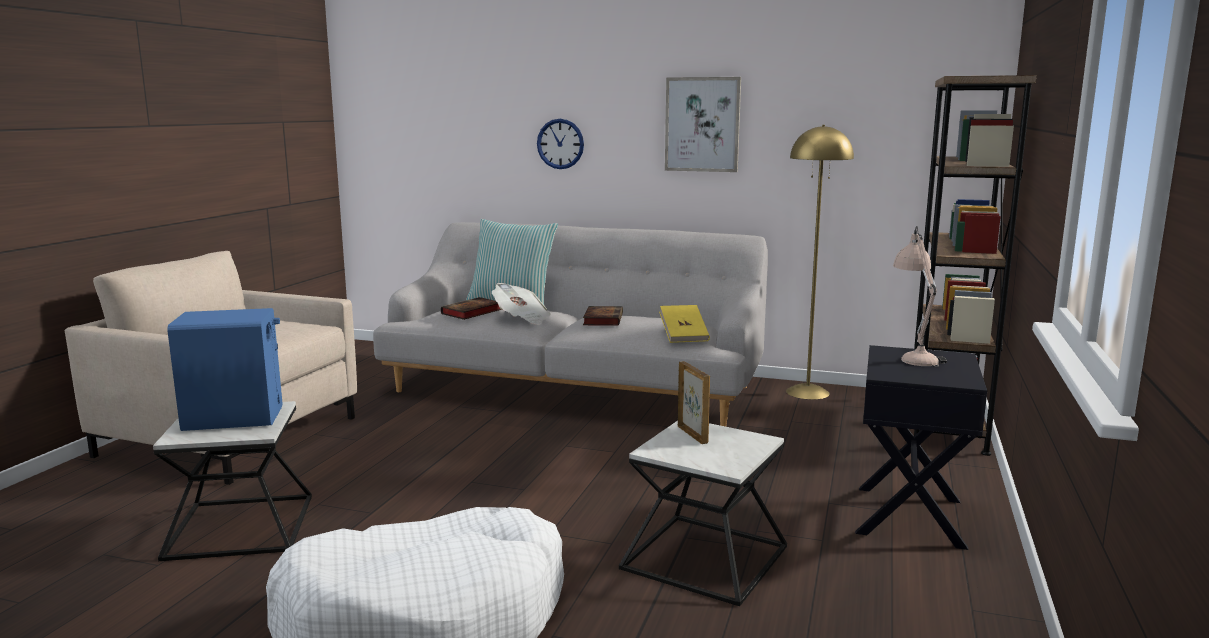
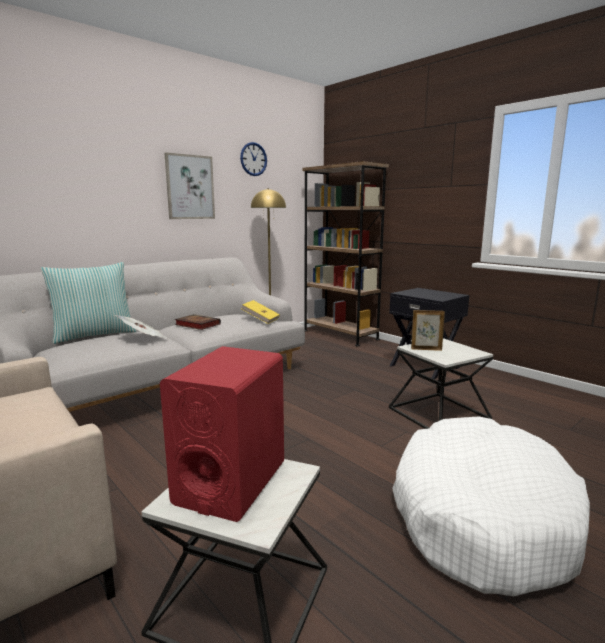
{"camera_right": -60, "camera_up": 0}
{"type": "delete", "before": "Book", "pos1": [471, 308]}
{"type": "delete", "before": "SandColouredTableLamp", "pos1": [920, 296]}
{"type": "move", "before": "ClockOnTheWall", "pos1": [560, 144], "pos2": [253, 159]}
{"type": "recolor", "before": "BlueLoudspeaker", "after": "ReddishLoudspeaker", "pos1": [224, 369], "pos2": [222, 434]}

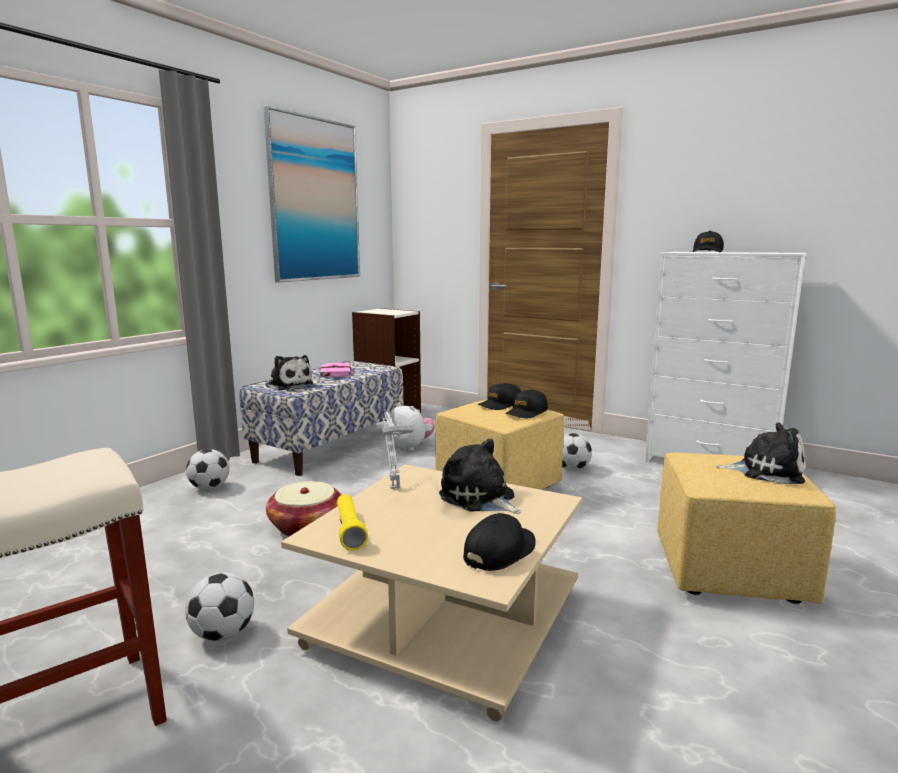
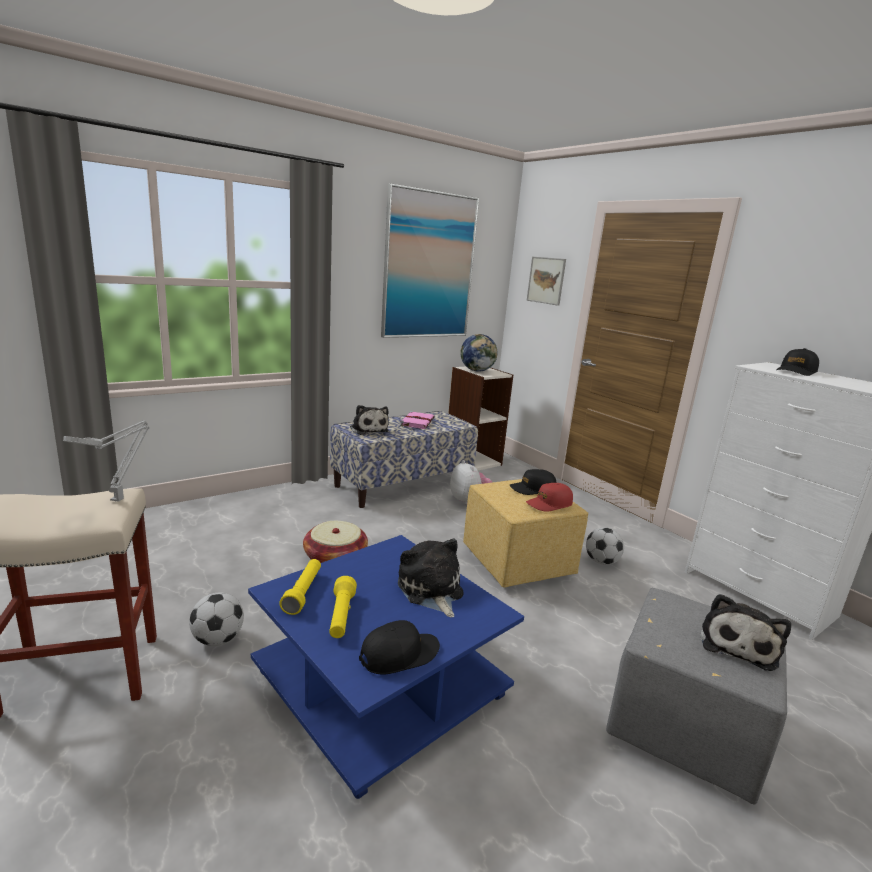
{"camera_right": 20, "camera_up": 5}
{"type": "delete", "before": "FootballBall", "pos1": [207, 469]}
{"type": "insert", "after": "YellowishTorch", "pos2": [343, 607]}
{"type": "insert", "after": "WorldGlobe", "pos2": [479, 353]}
{"type": "insert", "after": "WallArt", "pos2": [546, 281]}
{"type": "move", "before": "GreyTableLamp", "pos1": [397, 450], "pos2": [106, 461]}
{"type": "recolor", "before": "SandColouredLowTable", "after": "BlueLowTable", "pos1": [431, 592], "pos2": [386, 667]}
{"type": "recolor", "before": "BlackColouredCap", "after": "ReddishCap", "pos1": [526, 403], "pos2": [549, 497]}
{"type": "recolor", "before": "YellowishFootrest", "after": "GreyFootrest", "pos1": [746, 528], "pos2": [696, 696]}
{"type": "rotate", "before": "PlushToy", "pos1": [761, 453], "pos2": [745, 632], "turn": 75}

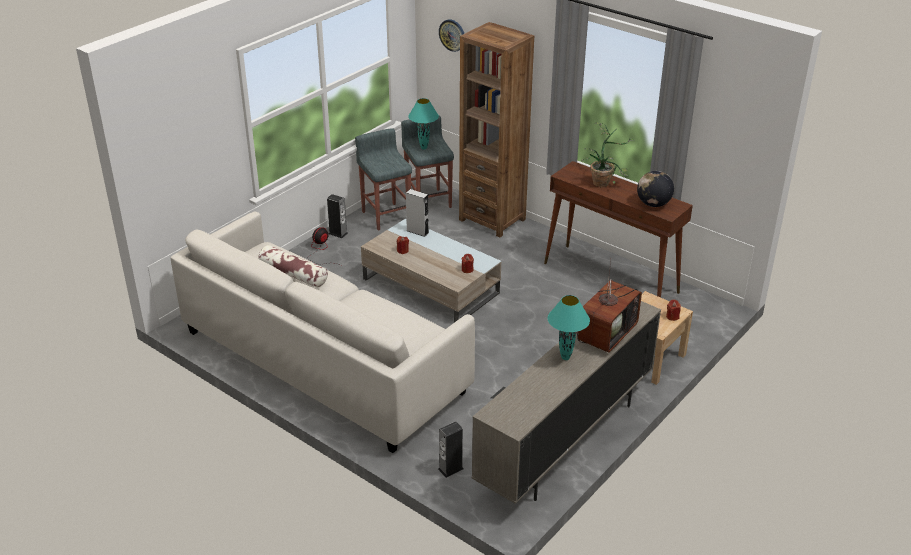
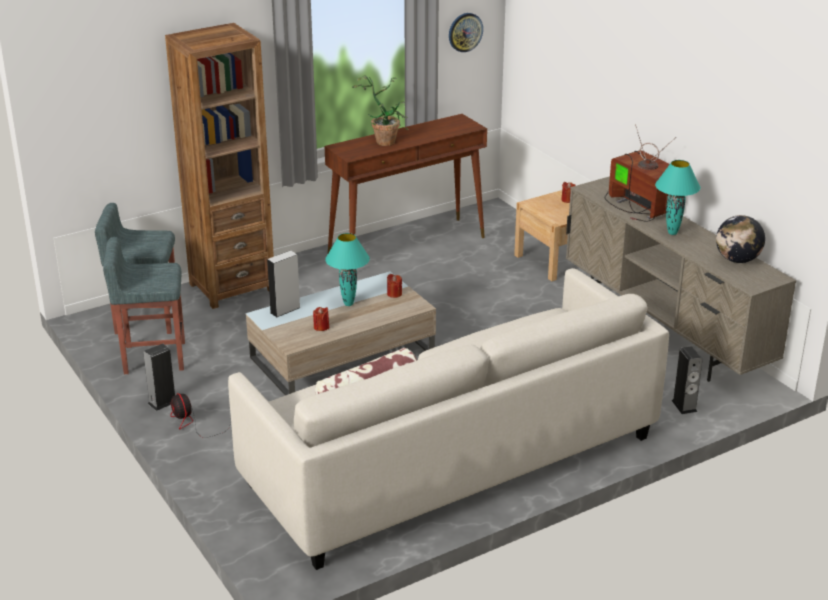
{"camera_right": -70, "camera_up": -5}
{"type": "move", "before": "TurquoiseColouredTableLamp", "pos1": [423, 123], "pos2": [347, 269]}
{"type": "move", "before": "ClockOnTheWall", "pos1": [451, 35], "pos2": [466, 32]}
{"type": "move", "before": "WorldGlobe", "pos1": [655, 189], "pos2": [740, 239]}

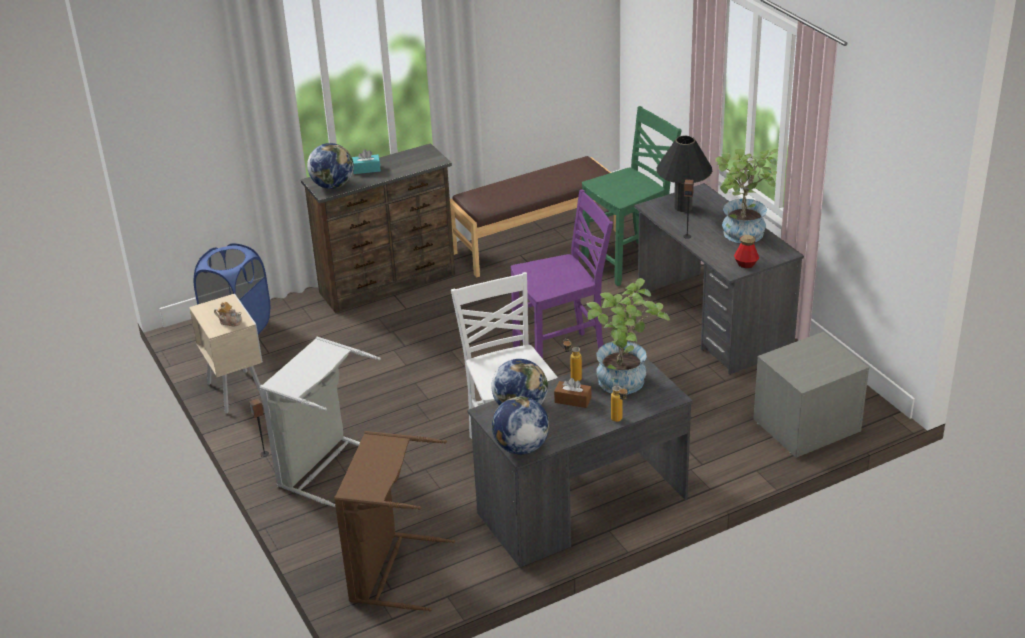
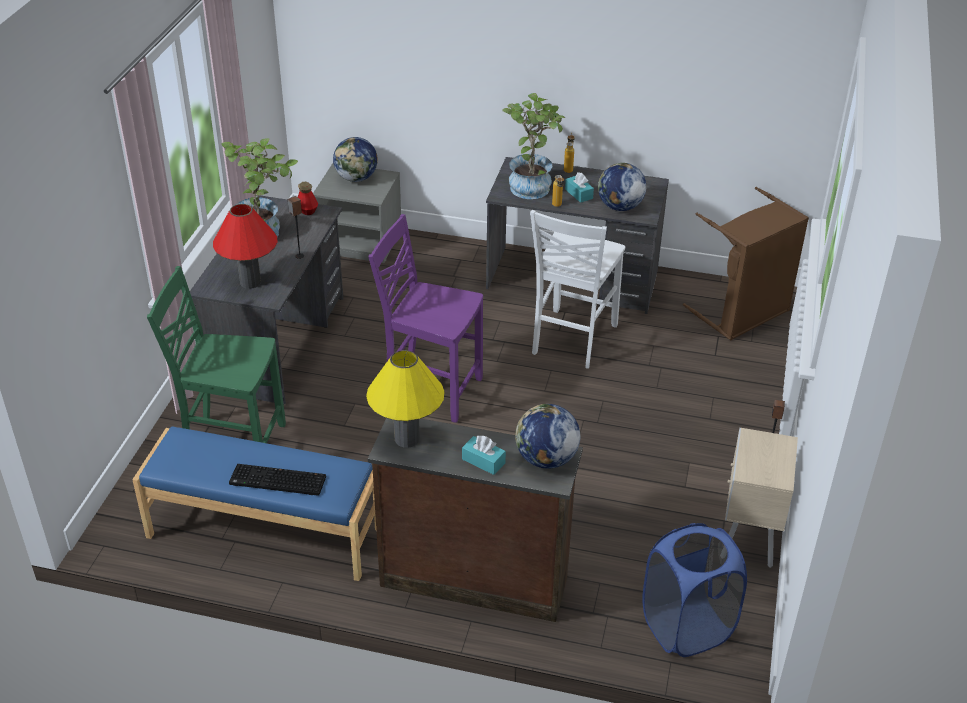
{"camera_right": -140, "camera_up": 5}
{"type": "delete", "before": "TeaPot", "pos1": [228, 314]}
{"type": "delete", "before": "GreyLaundryBasket", "pos1": [320, 422]}
{"type": "insert", "after": "ComputerKeyboard", "pos2": [277, 480]}
{"type": "insert", "after": "YellowishTableLamp", "pos2": [405, 399]}
{"type": "move", "before": "WorldGlobe", "pos1": [520, 425], "pos2": [355, 159]}
{"type": "recolor", "before": "BrownColouredBench", "after": "BlueBench", "pos1": [533, 217], "pos2": [254, 503]}
{"type": "recolor", "before": "BrownColouredTissueHolder", "after": "TurquoiseColouredTissueHolder", "pos1": [572, 393], "pos2": [579, 187]}
{"type": "recolor", "before": "BlackColouredTableLamp", "after": "ReddishTableLamp", "pos1": [684, 174], "pos2": [245, 246]}

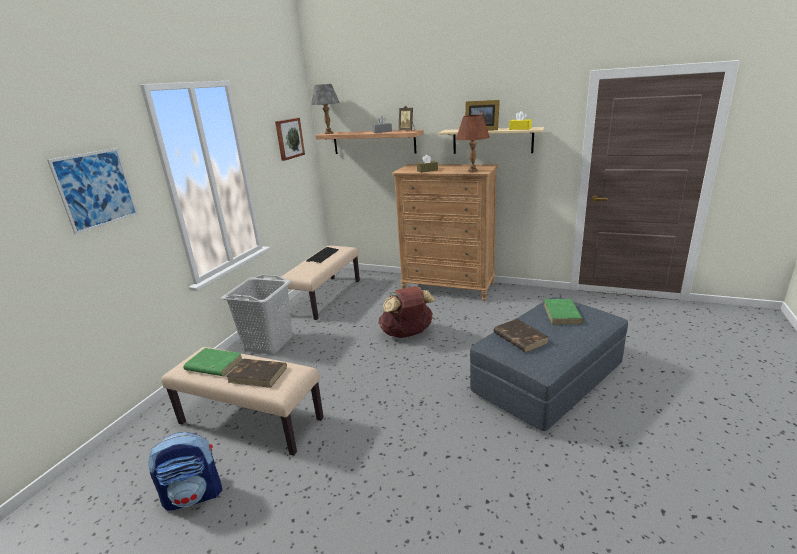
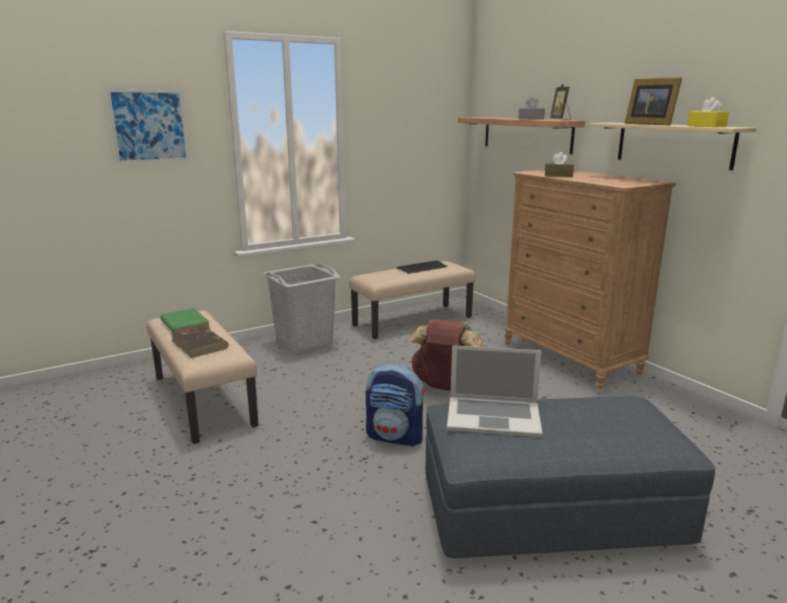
{"camera_right": 35, "camera_up": -5}
{"type": "delete", "before": "WallArt", "pos1": [290, 139]}
{"type": "delete", "before": "GreyTableLamp", "pos1": [325, 109]}
{"type": "delete", "before": "BrownColouredTableLamp", "pos1": [473, 143]}
{"type": "delete", "before": "GreenColouredBook", "pos1": [563, 312]}
{"type": "move", "before": "Backpack", "pos1": [185, 471], "pos2": [396, 405]}
{"type": "replace", "before": "BrownColouredBook", "after": "PortableComputer", "pos1": [520, 335], "pos2": [495, 391]}

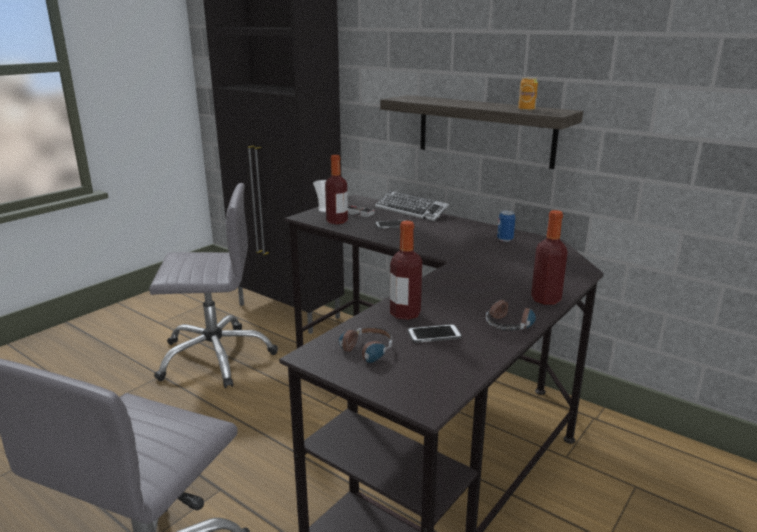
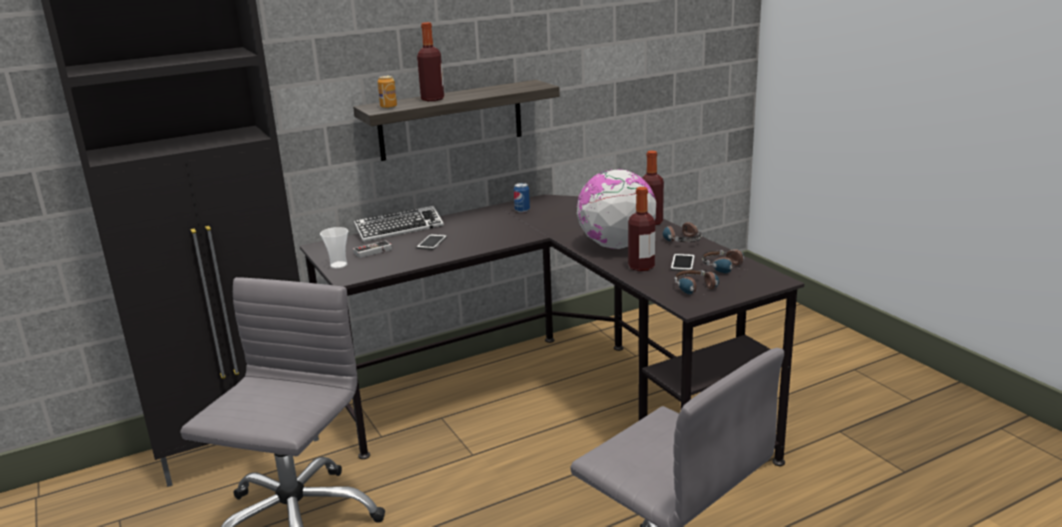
{"camera_right": -65, "camera_up": 0}
{"type": "insert", "after": "WorldGlobe", "pos2": [616, 209]}
{"type": "insert", "after": "PairOfHeadphones", "pos2": [723, 261]}
{"type": "move", "before": "Bottle", "pos1": [336, 189], "pos2": [430, 61]}
{"type": "move", "before": "SealedCan", "pos1": [528, 94], "pos2": [387, 92]}

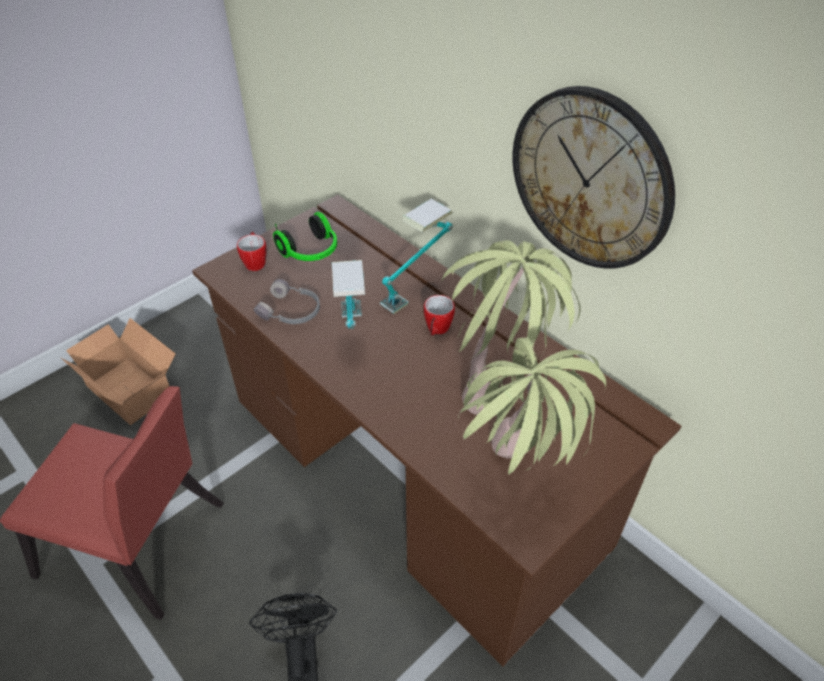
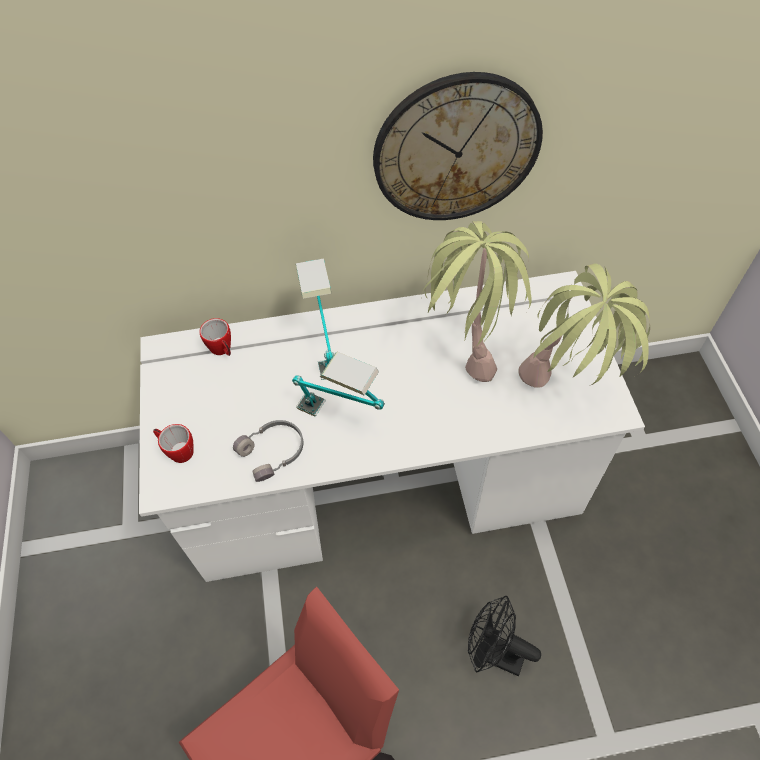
{"camera_right": -55, "camera_up": 10}
{"type": "delete", "before": "CardboardBox", "pos1": [118, 371]}
{"type": "delete", "before": "PairOfHeadphones", "pos1": [305, 236]}
{"type": "move", "before": "TeaMug", "pos1": [439, 315], "pos2": [215, 337]}
{"type": "recolor", "before": "BrownColouredDeskUnit", "after": "WhiteDeskUnit", "pos1": [436, 431], "pos2": [392, 426]}

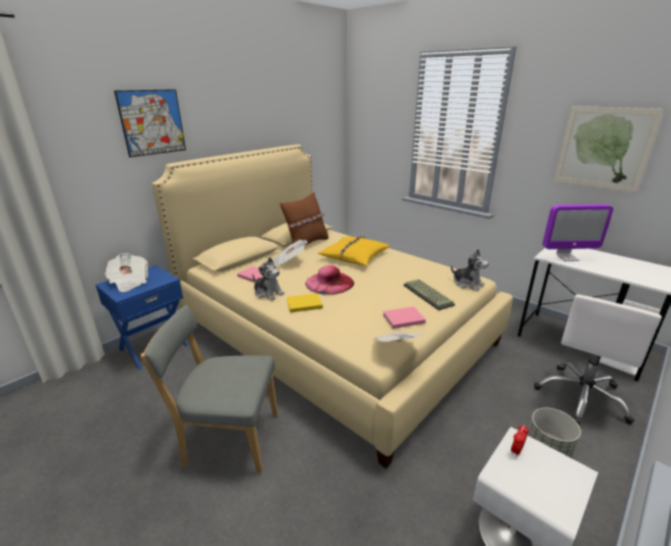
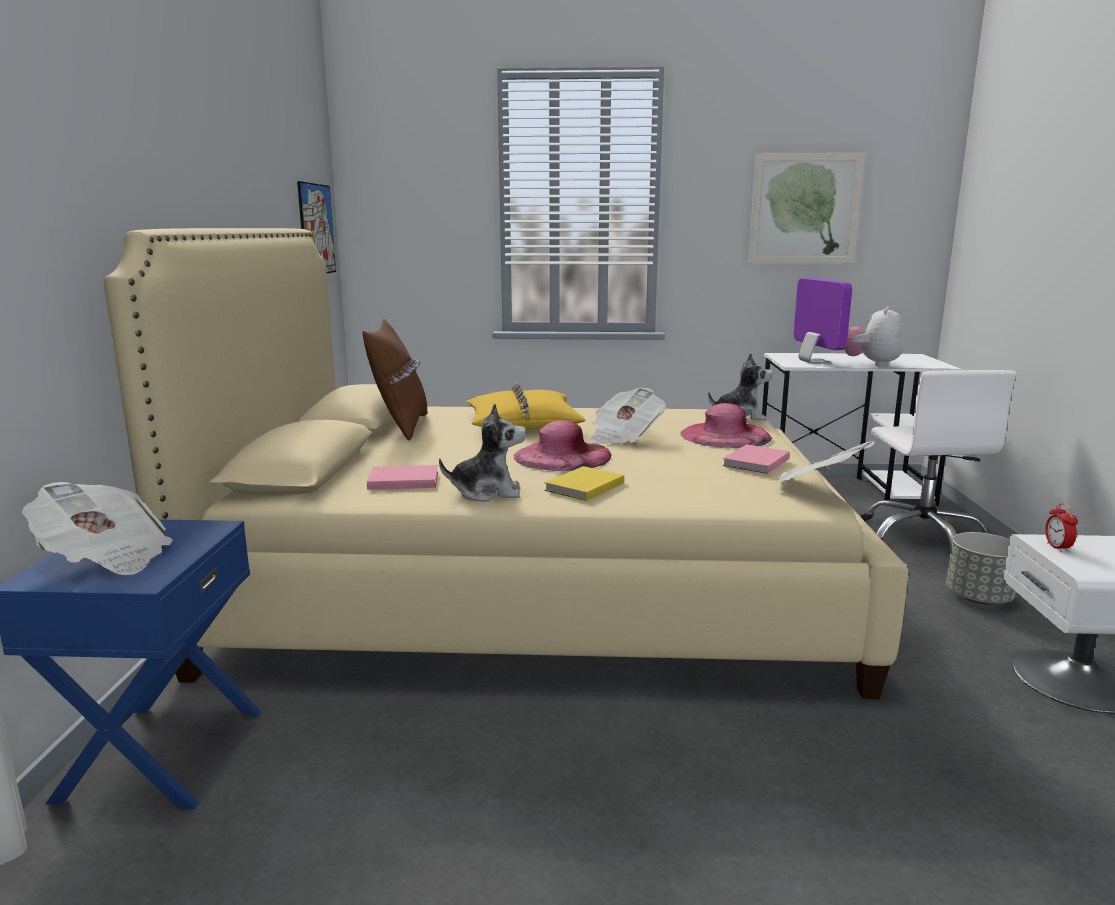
{"camera_right": -40, "camera_up": -10}
{"type": "delete", "before": "GreyUprightChair", "pos1": [209, 389]}
{"type": "insert", "after": "PlushToy", "pos2": [874, 336]}
{"type": "move", "before": "WallArt", "pos1": [150, 123], "pos2": [316, 227]}
{"type": "move", "before": "Newspaper", "pos1": [289, 253], "pos2": [628, 416]}
{"type": "replace", "before": "ComputerKeyboard", "after": "PinkColouredHat", "pos1": [429, 294], "pos2": [726, 425]}
{"type": "rotate", "before": "ComputerScreen", "pos1": [577, 232], "pos2": [823, 321], "turn": -60}

